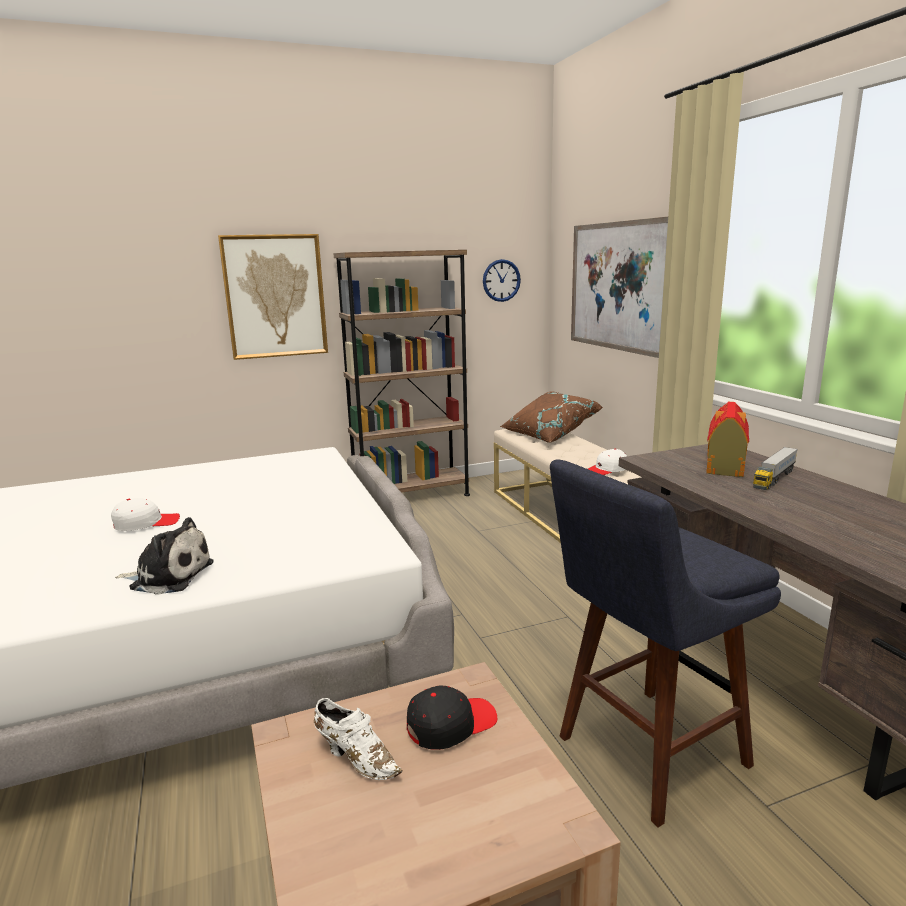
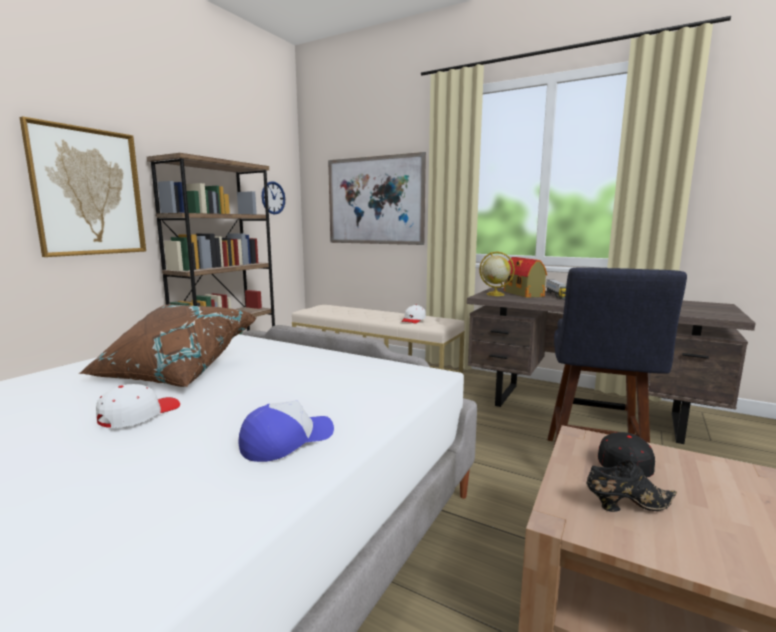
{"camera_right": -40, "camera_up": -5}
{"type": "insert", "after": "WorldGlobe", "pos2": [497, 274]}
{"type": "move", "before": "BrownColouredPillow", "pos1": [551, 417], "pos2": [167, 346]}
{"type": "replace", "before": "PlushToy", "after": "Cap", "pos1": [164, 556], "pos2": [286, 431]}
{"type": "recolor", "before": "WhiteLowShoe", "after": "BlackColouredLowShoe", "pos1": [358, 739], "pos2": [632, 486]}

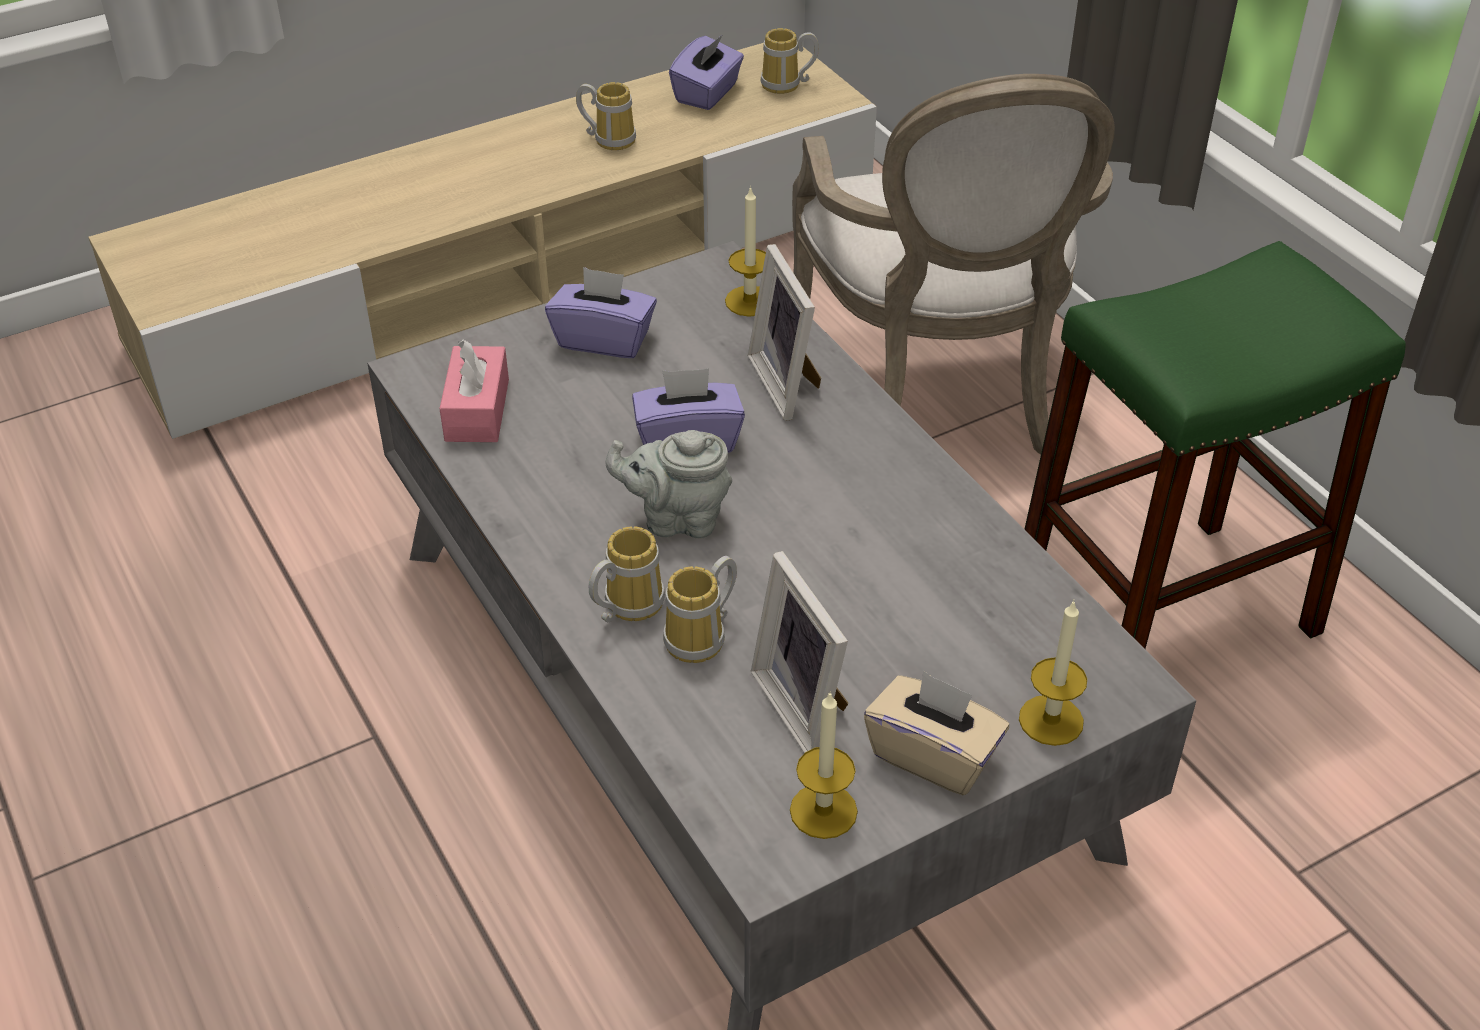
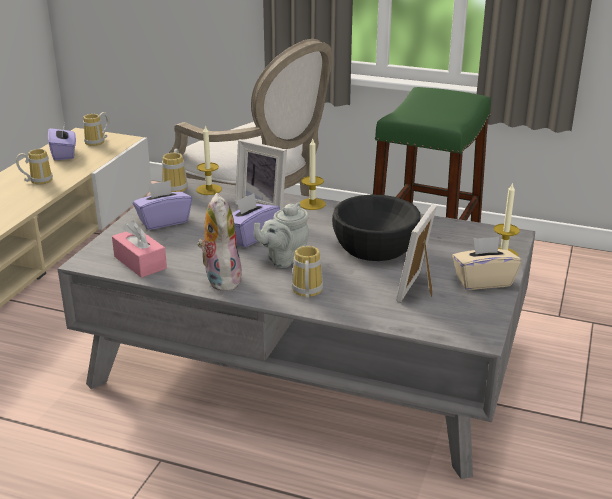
{"camera_right": -40, "camera_up": -15}
{"type": "insert", "after": "PlushToy", "pos2": [219, 242]}
{"type": "insert", "after": "BlackColouredServingBowl", "pos2": [376, 227]}
{"type": "move", "before": "TeaMug", "pos1": [700, 609], "pos2": [175, 170]}
{"type": "move", "before": "WaxCandle", "pos1": [824, 765], "pos2": [313, 174]}
{"type": "rotate", "before": "PhotoFrame", "pos1": [800, 652], "pos2": [416, 253], "turn": 90}

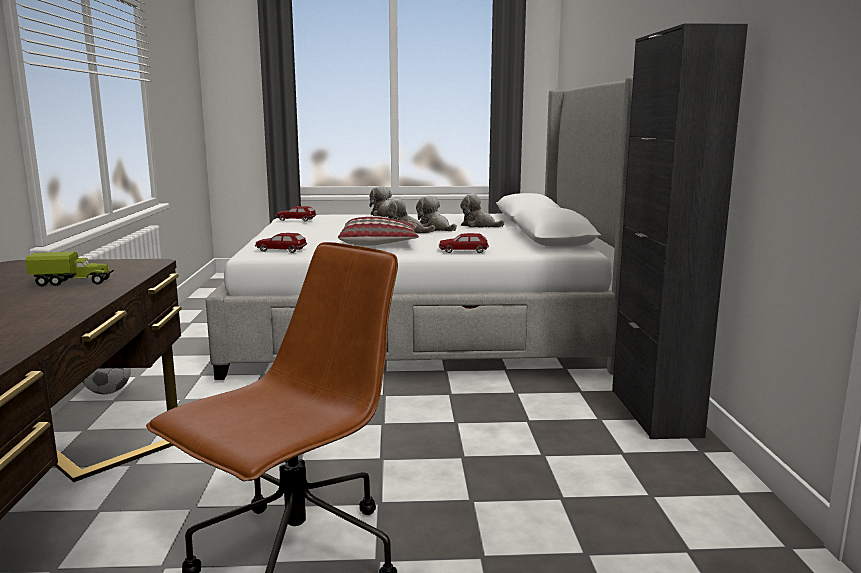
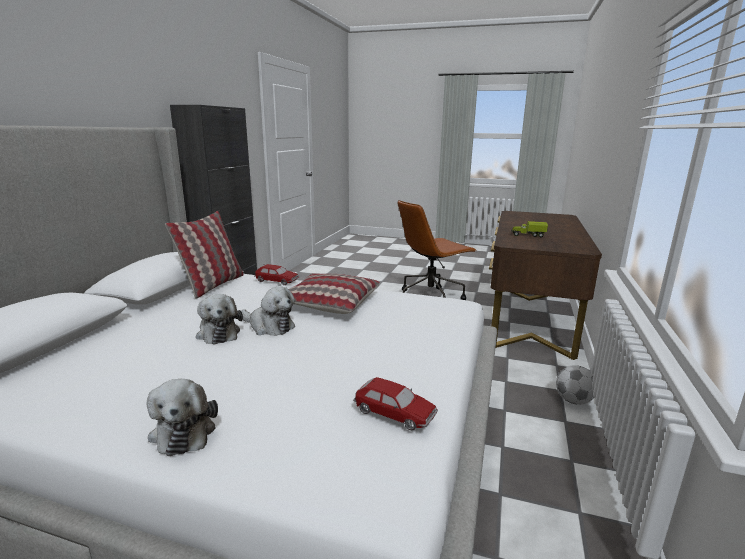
{"camera_right": -160, "camera_up": 5}
{"type": "delete", "before": "ModelCar", "pos1": [281, 243]}
{"type": "delete", "before": "PlushToy", "pos1": [482, 211]}
{"type": "insert", "after": "Pillow", "pos2": [204, 255]}

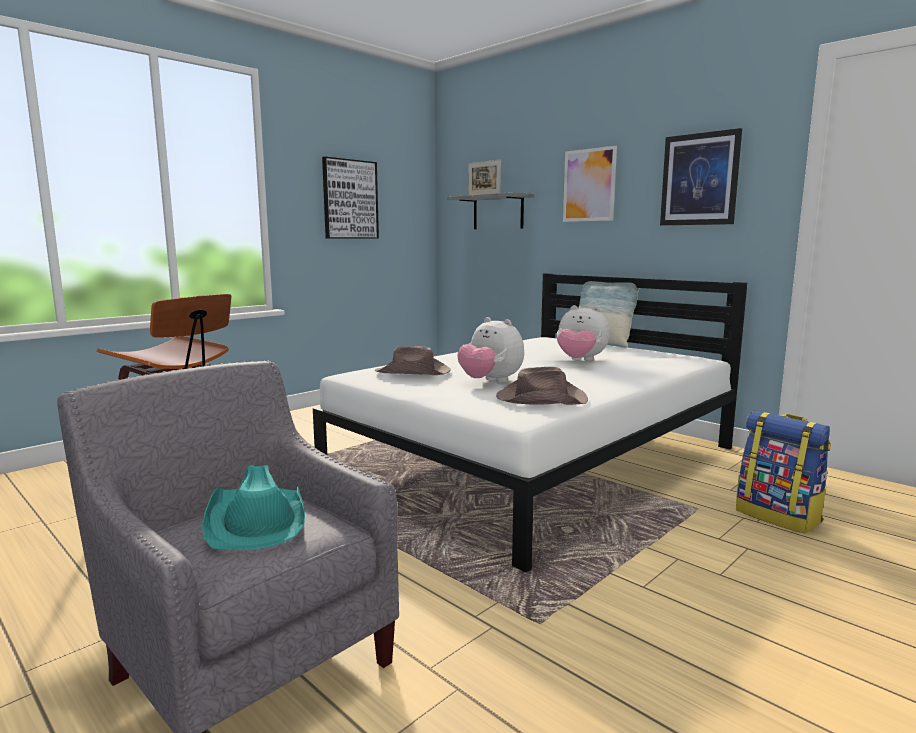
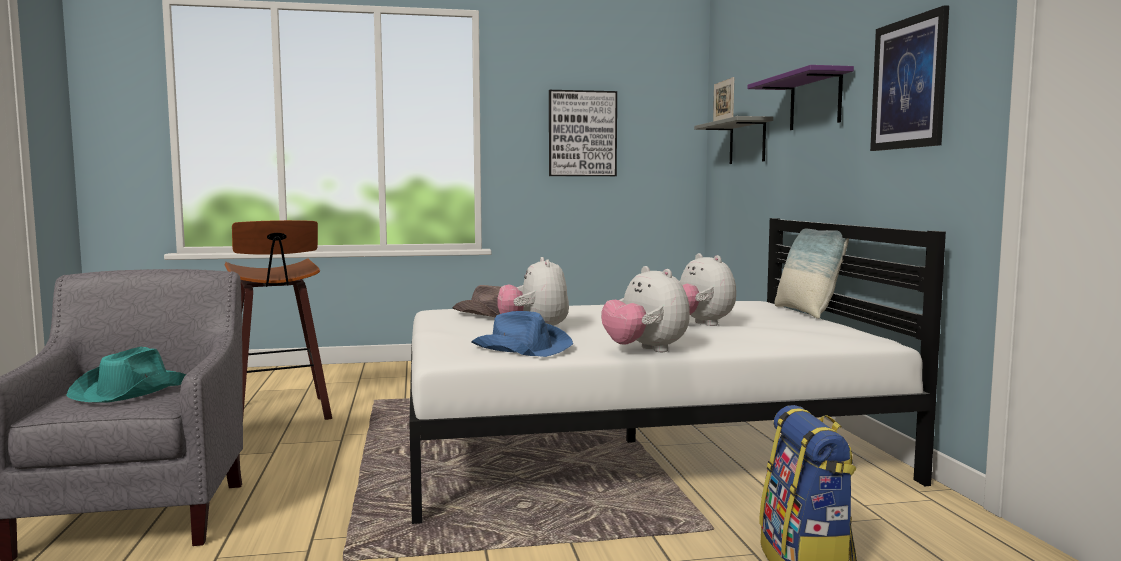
{"camera_right": 35, "camera_up": -5}
{"type": "insert", "after": "PlushToy", "pos2": [645, 309]}
{"type": "replace", "before": "WallArt", "after": "PurpleColouredBracketShelf", "pos1": [590, 184], "pos2": [800, 97]}
{"type": "recolor", "before": "BrownColouredHat", "after": "BlueHat", "pos1": [542, 386], "pos2": [522, 334]}

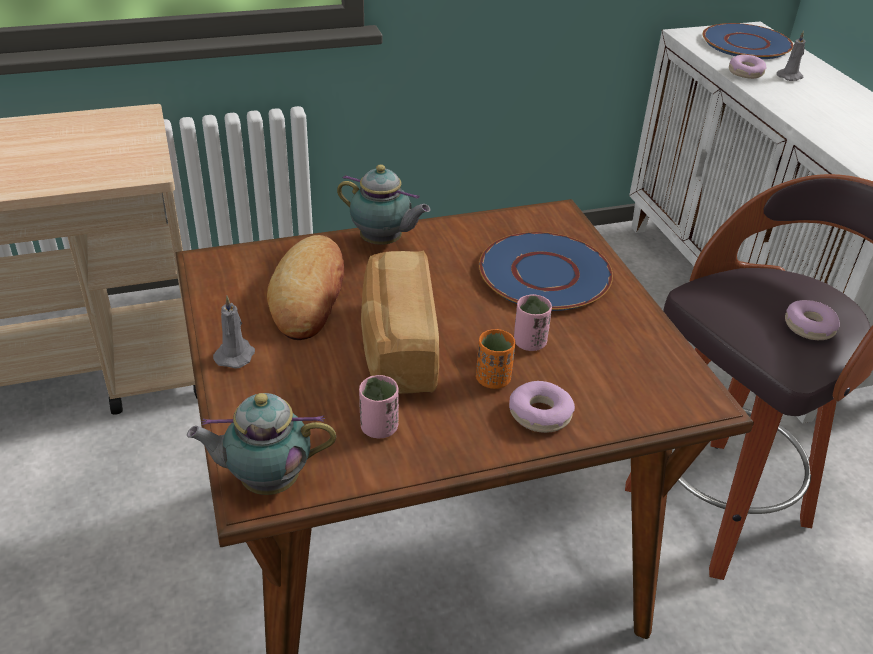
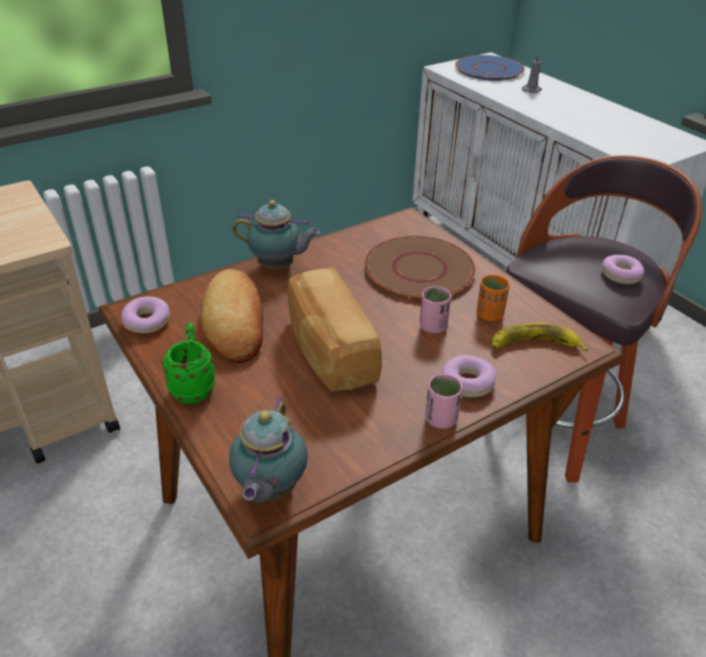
{"camera_right": -15, "camera_up": 0}
{"type": "insert", "after": "Banana", "pos2": [540, 337]}
{"type": "move", "before": "PinkColouredCup", "pos1": [379, 407], "pos2": [444, 401]}
{"type": "move", "before": "OrangeColouredCup", "pos1": [496, 359], "pos2": [493, 298]}
{"type": "move", "before": "Donut", "pos1": [747, 67], "pos2": [145, 314]}
{"type": "replace", "before": "GreyWaxCandle", "after": "GreenColouredTeaMug", "pos1": [234, 332], "pos2": [188, 363]}
{"type": "recolor", "before": "BlueFlatDish", "after": "BrownColouredFlatDish", "pos1": [546, 271], "pos2": [420, 267]}
{"type": "rotate", "before": "TeaPot", "pos1": [261, 444], "pos2": [268, 450], "turn": -60}

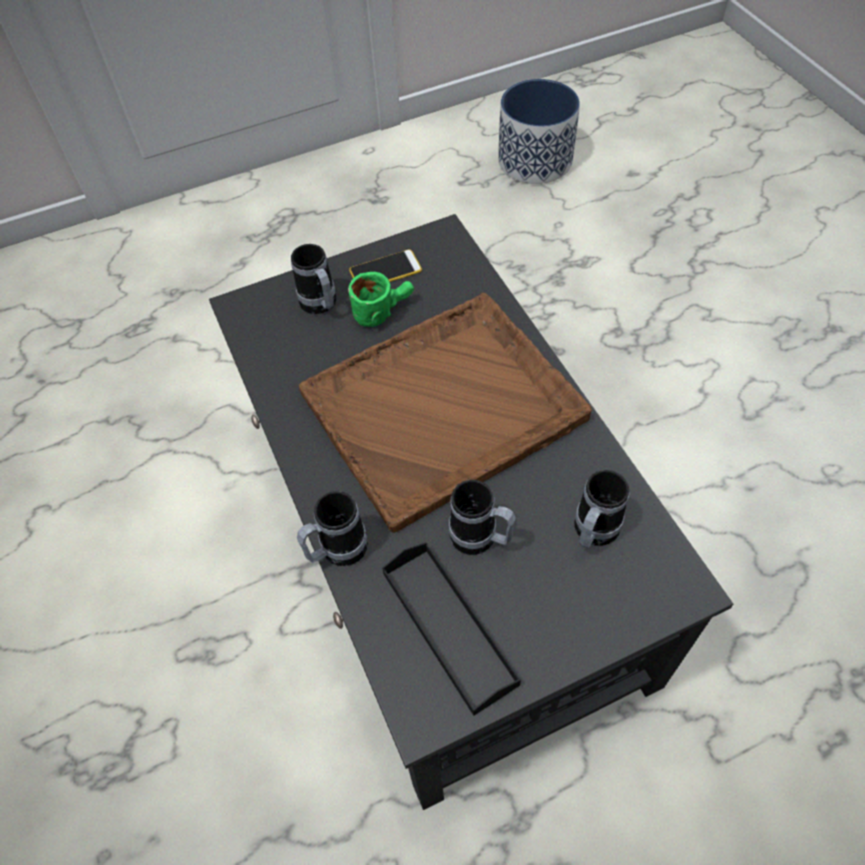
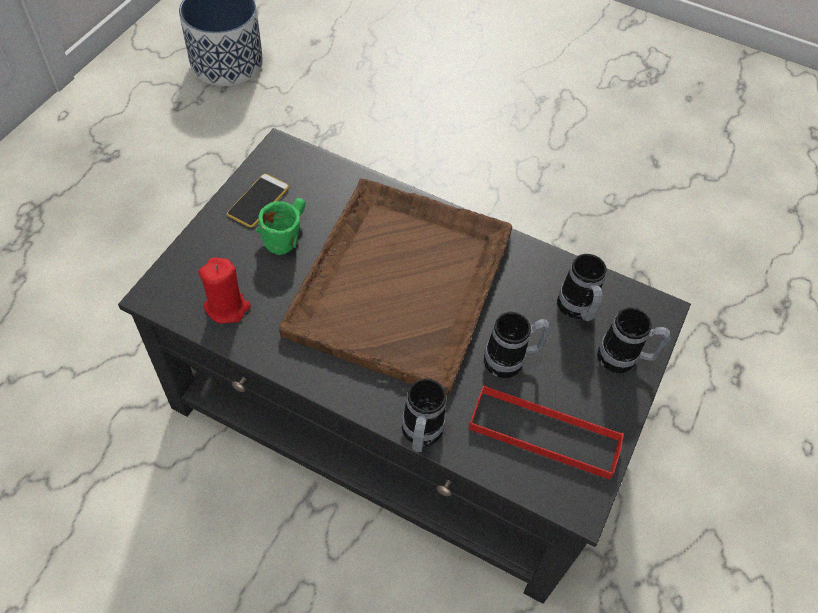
{"camera_right": -45, "camera_up": 0}
{"type": "insert", "after": "ReddishWaxCandle", "pos2": [224, 290]}
{"type": "move", "before": "TeaMug", "pos1": [313, 279], "pos2": [634, 340]}
{"type": "recolor", "before": "BlackColouredServingTray", "after": "ReddishServingTray", "pos1": [451, 629], "pos2": [546, 432]}

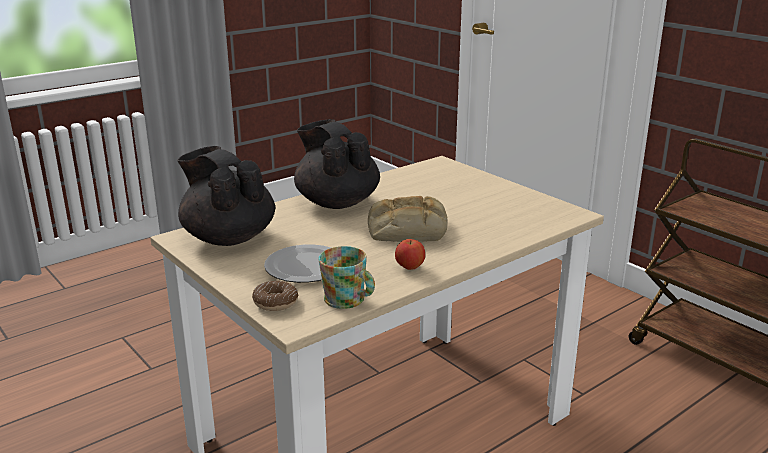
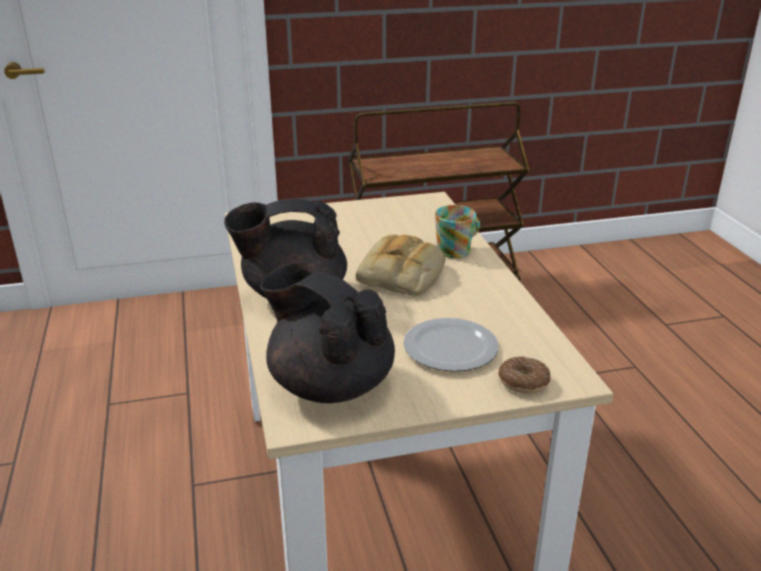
{"camera_right": -65, "camera_up": 5}
{"type": "delete", "before": "WholeApple", "pos1": [410, 254]}
{"type": "move", "before": "TeaMug", "pos1": [347, 277], "pos2": [457, 231]}
{"type": "rotate", "before": "BlackColouredTeaPot", "pos1": [226, 196], "pos2": [327, 332], "turn": 60}

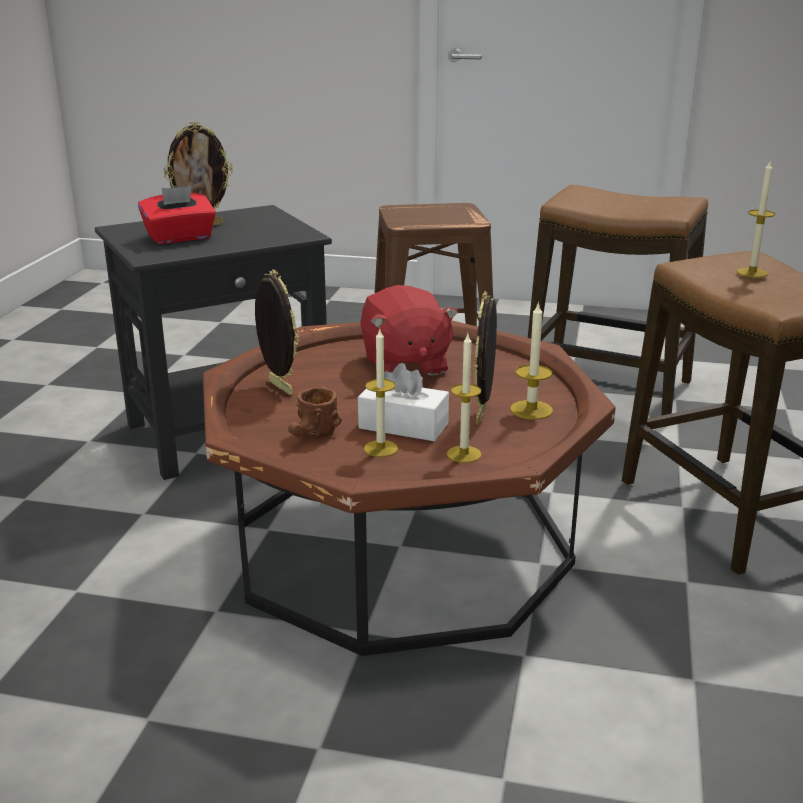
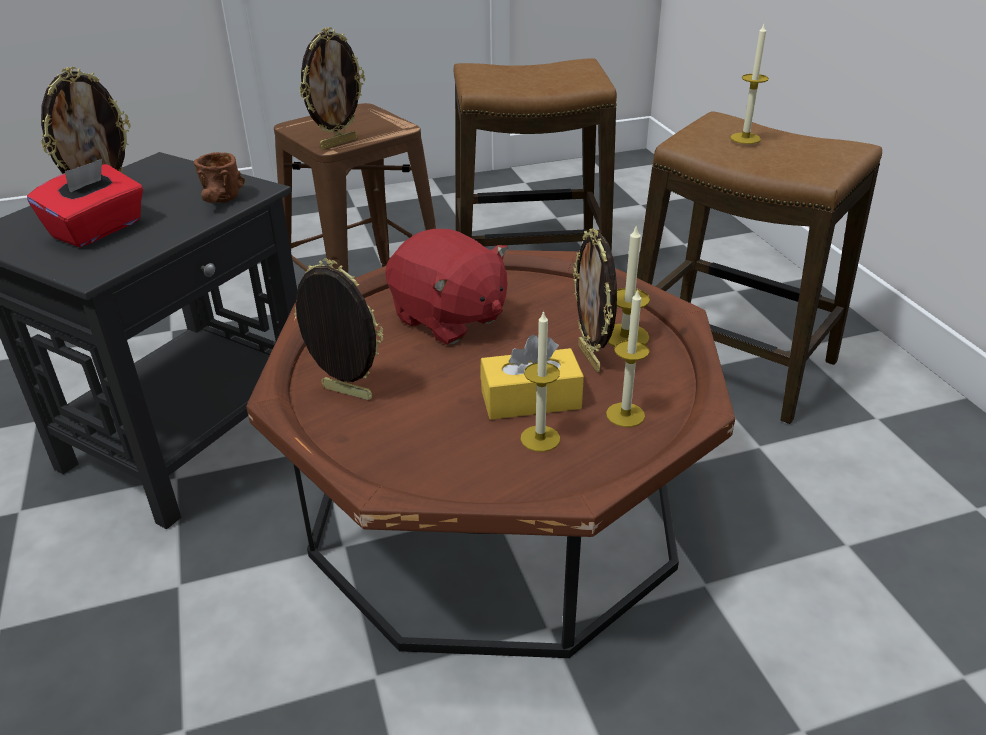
{"camera_right": -30, "camera_up": 10}
{"type": "insert", "after": "PhotoFrame", "pos2": [332, 88]}
{"type": "move", "before": "BrownColouredTeaMug", "pos1": [315, 412], "pos2": [219, 177]}
{"type": "recolor", "before": "WhiteTissueHolder", "after": "YellowishTissueHolder", "pos1": [403, 402], "pos2": [532, 377]}

